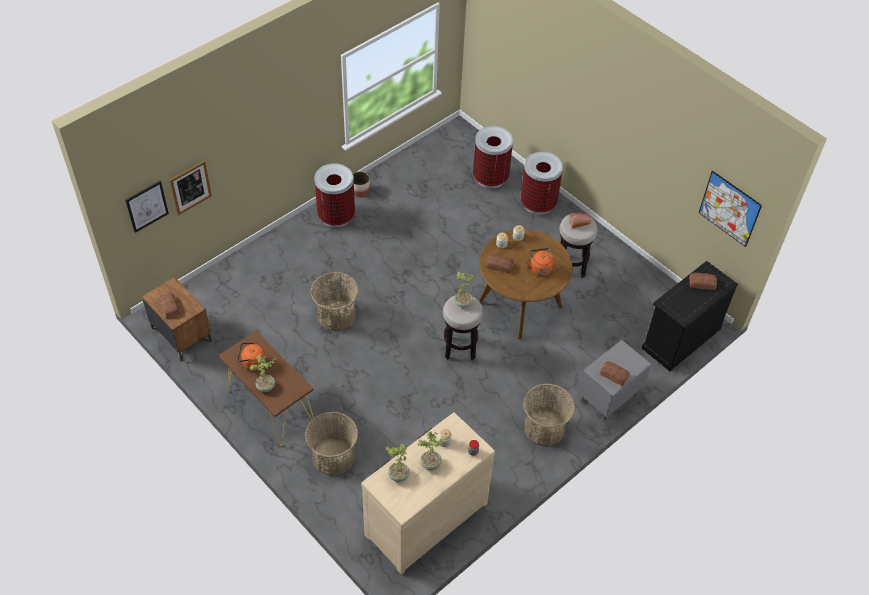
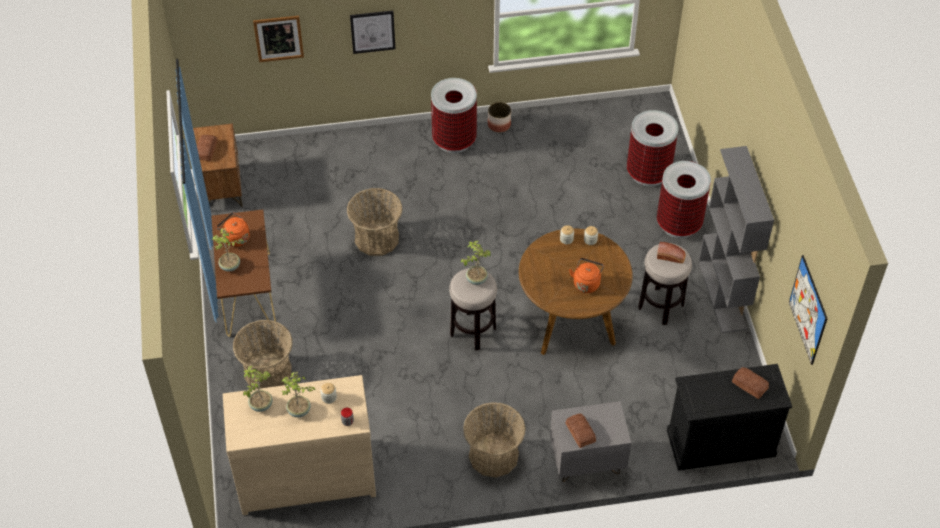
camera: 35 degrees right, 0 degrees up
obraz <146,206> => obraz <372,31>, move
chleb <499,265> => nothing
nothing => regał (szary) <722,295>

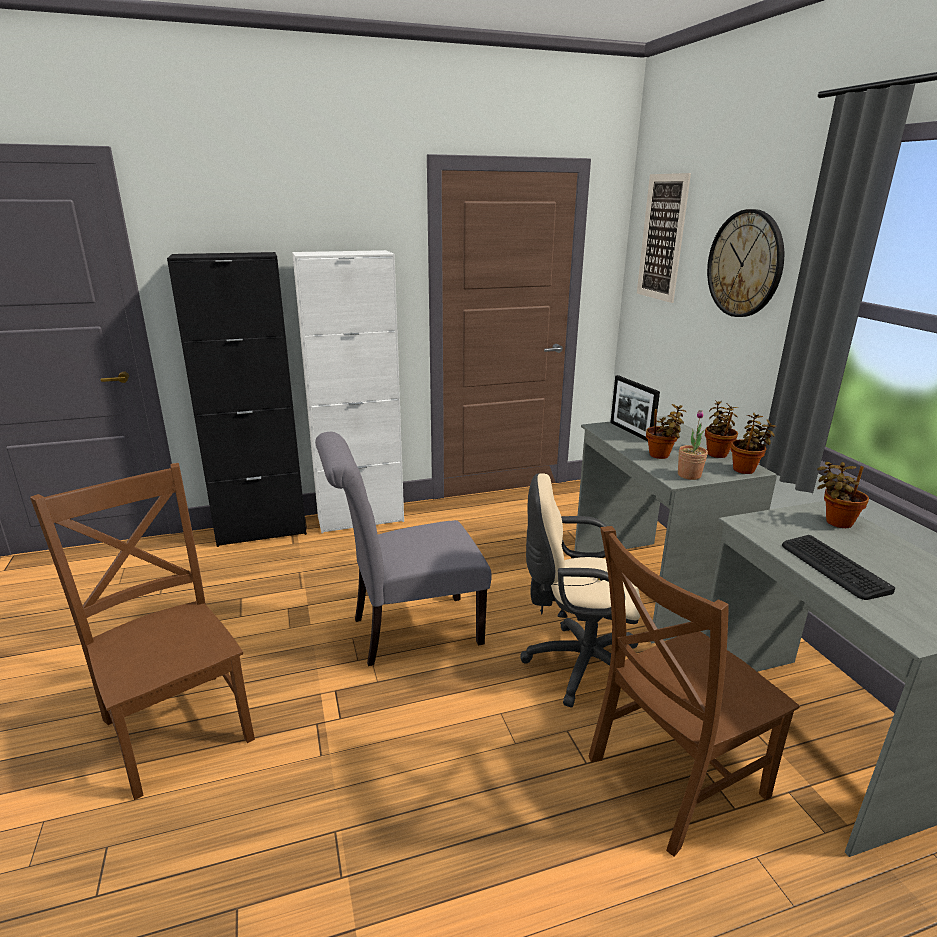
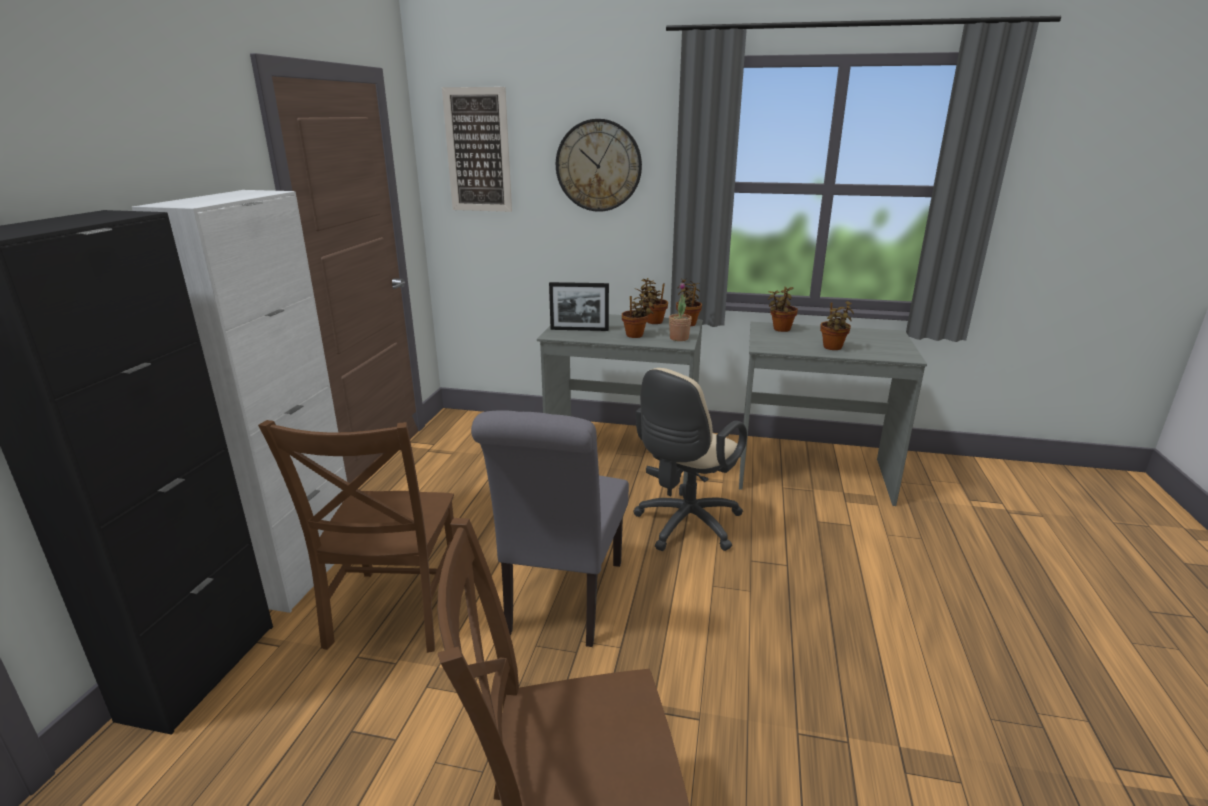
camera: 60 degrees left, 0 degrees up
krzesło (brązowy) <670,779> => krzesło (brązowy) <393,613>, move
klawiatura <833,567> => roślina doniczkowa <832,348>

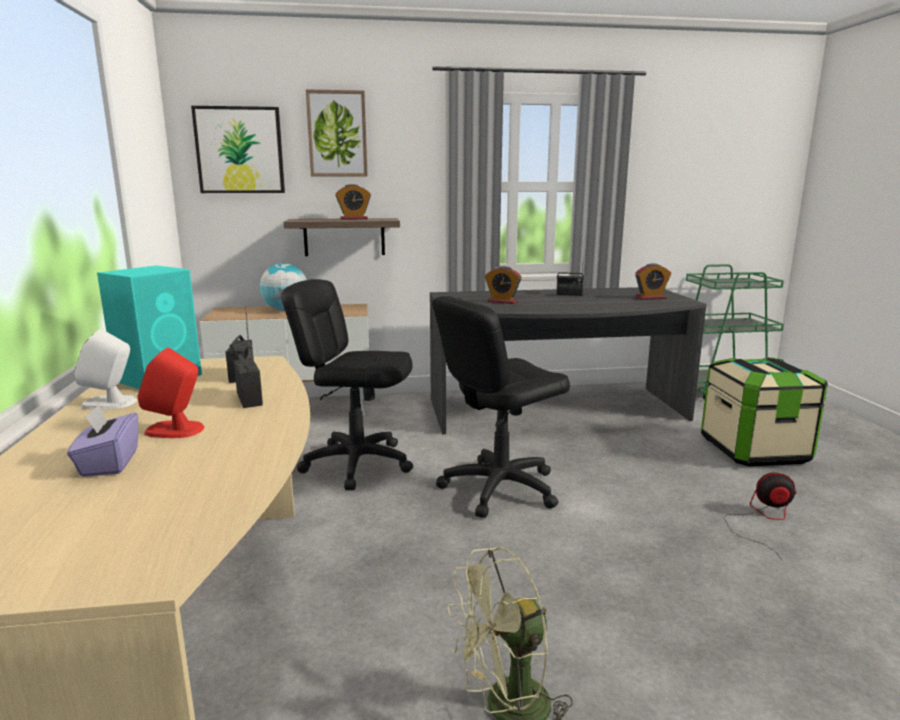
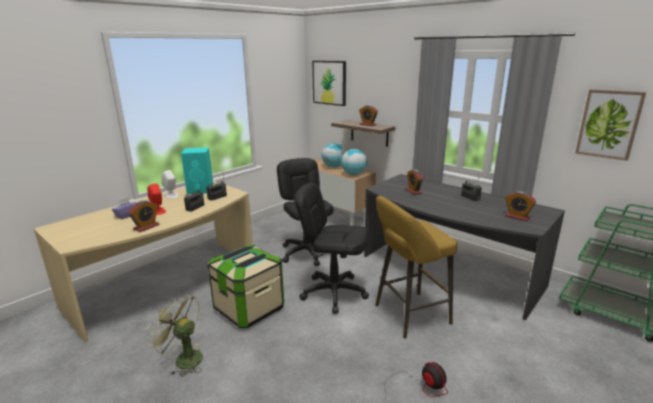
camera: 50 degrees right, 5 degrees up
obraz <337,134> => obraz <608,124>, move
pojemnik do przechowywania <754,450> => pojemnik do przechowywania <249,309>, move
nothing => globus <353,174>
nothing => stołek (żółty) <408,315>
nothing => budzik <146,227>

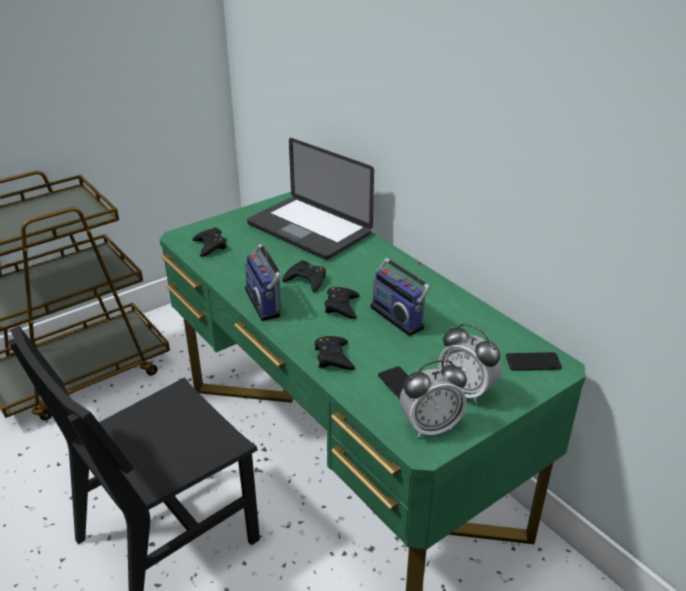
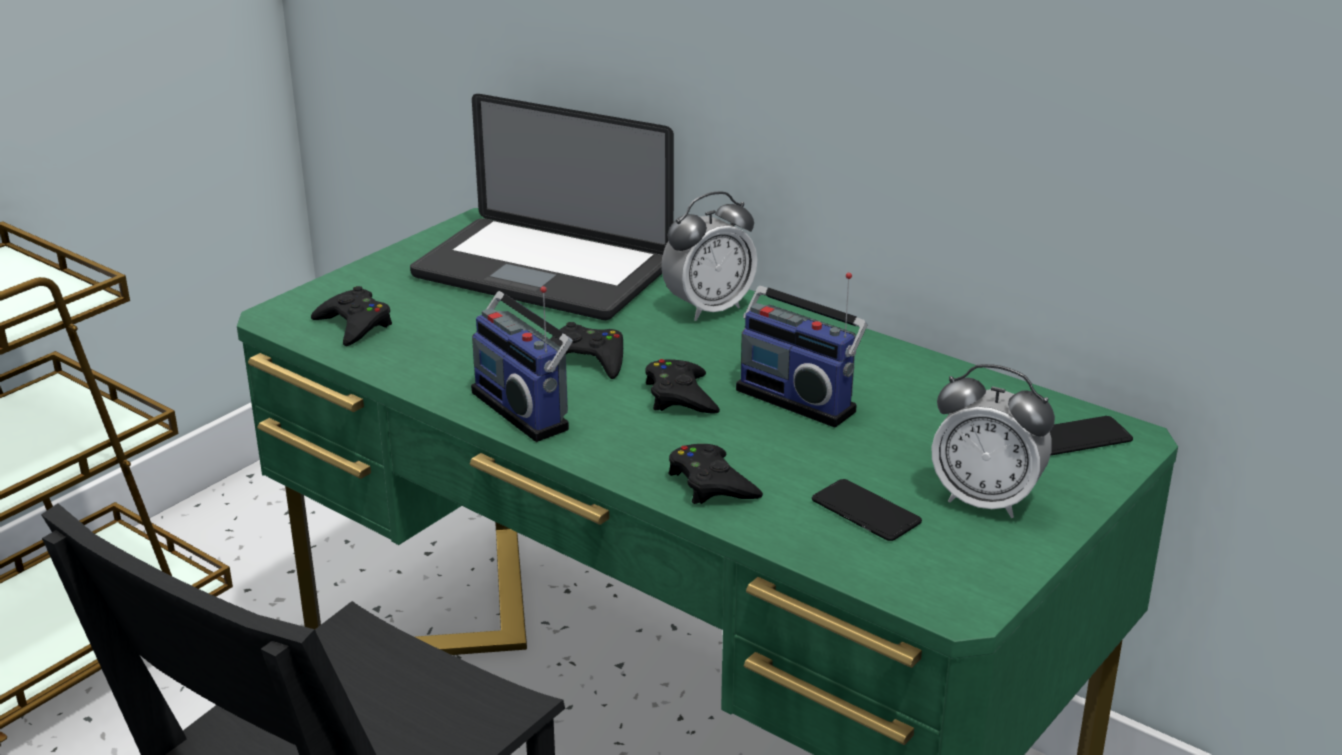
camera: 15 degrees left, 5 degrees down
budzik <430,426> => budzik <708,308>, move

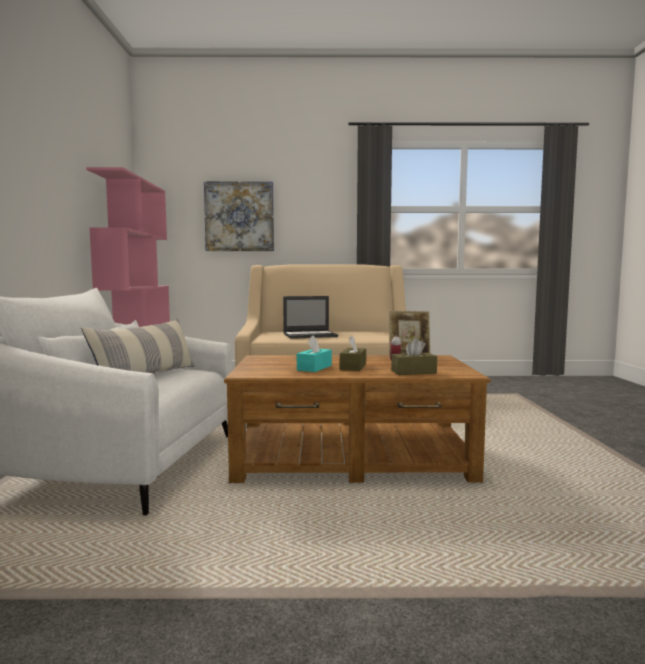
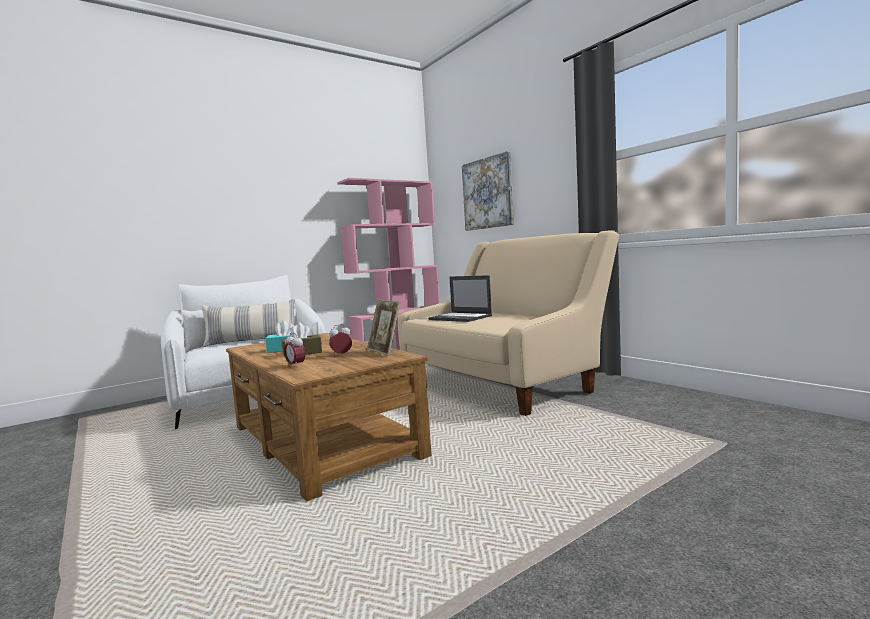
camera: 55 degrees right, 0 degrees up
pudełko chusteczek (brązowy) <413,372> => budzik <295,366>

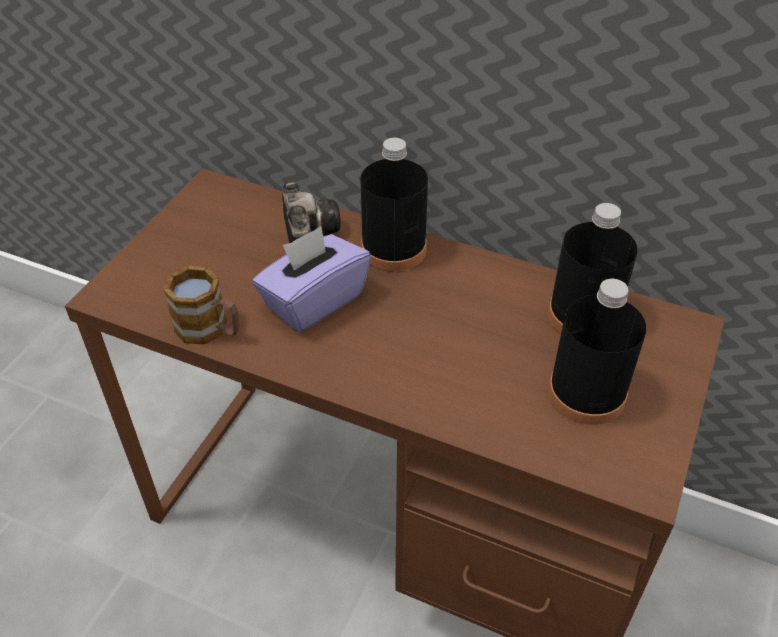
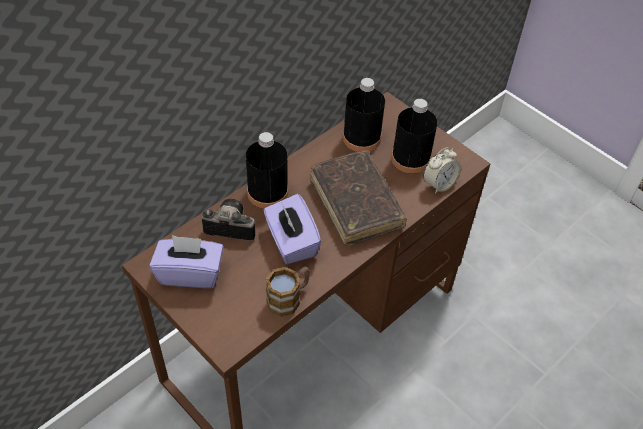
camera: 70 degrees left, 5 degrees up
nothing => budzik <439,184>
nothing => książka (brązowy) <356,204>
nothing => pudełko chusteczek (fioletowy) <190,273>

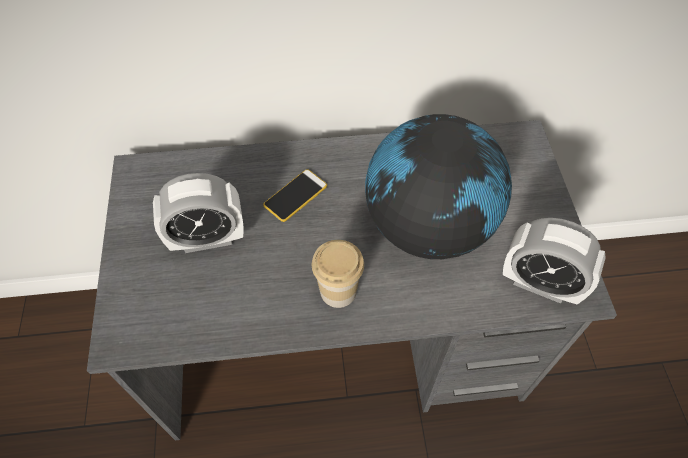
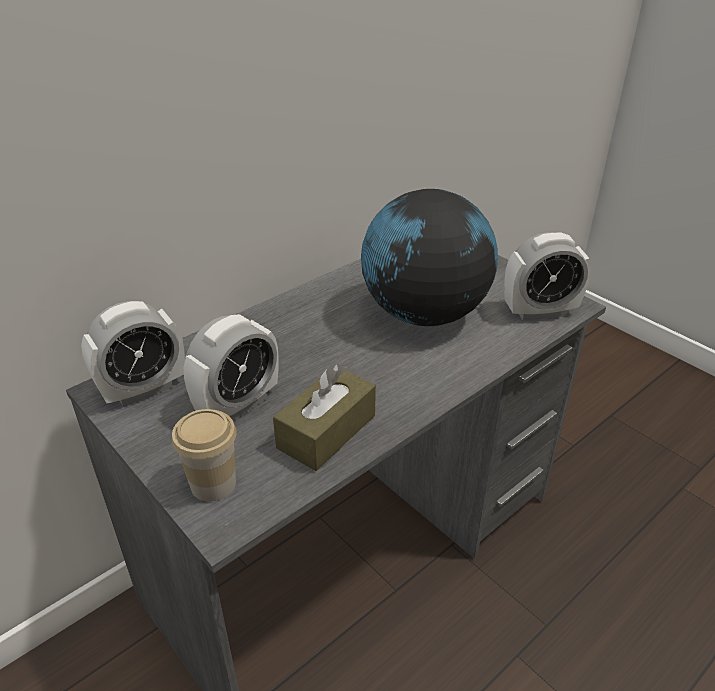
camera: 35 degrees left, 20 degrees down
telefon <295,195> => nothing
filiżanka <338,291> => filiżanka <213,484>, move
nothing => budzik <143,389>
nothing => pudełko chusteczek (brązowy) <326,431>

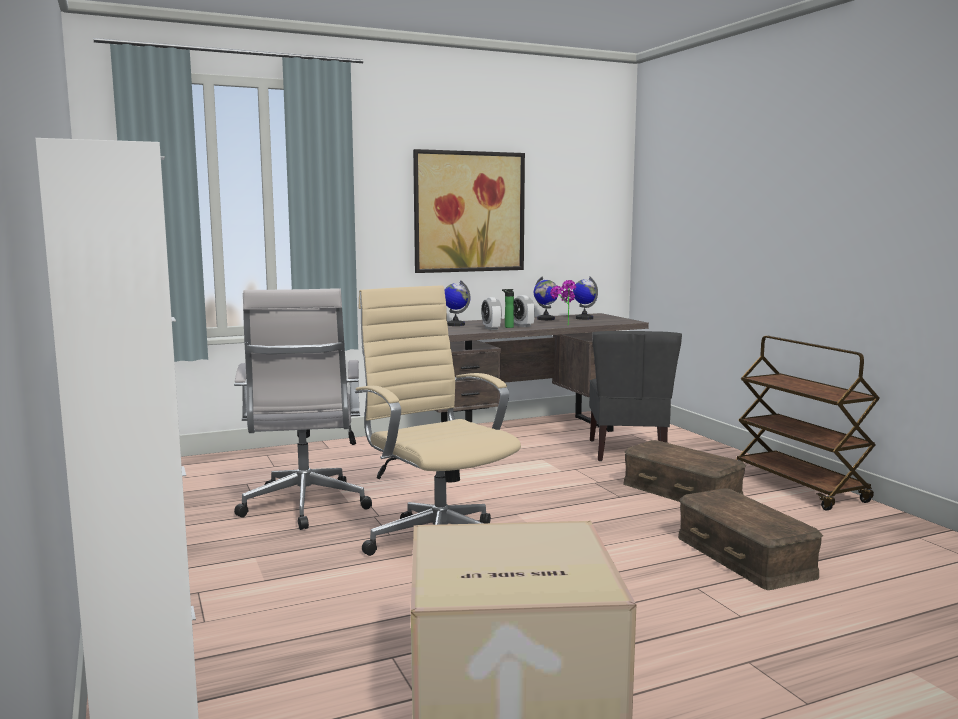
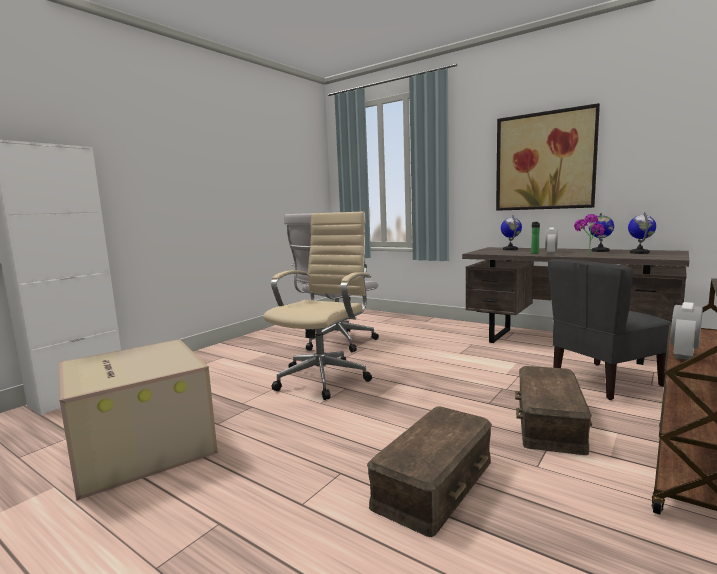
camera: 60 degrees right, 0 degrees up
budzik <491,328> => budzik <683,355>, move

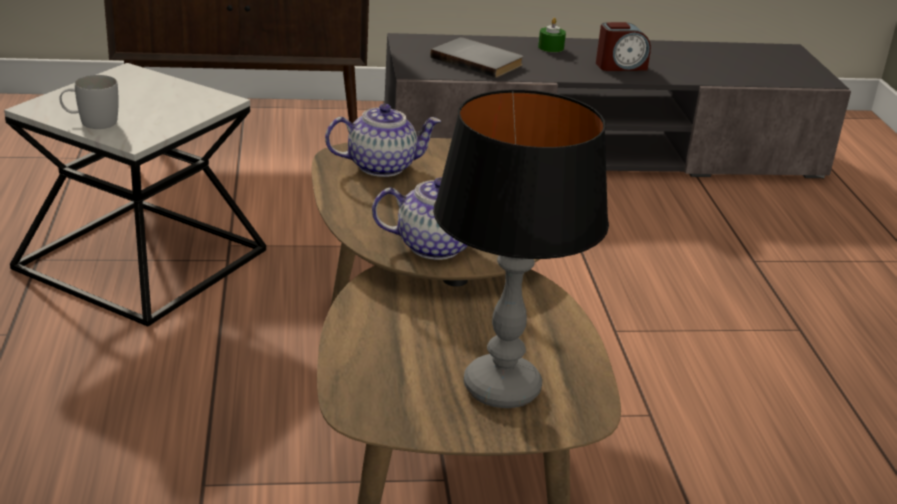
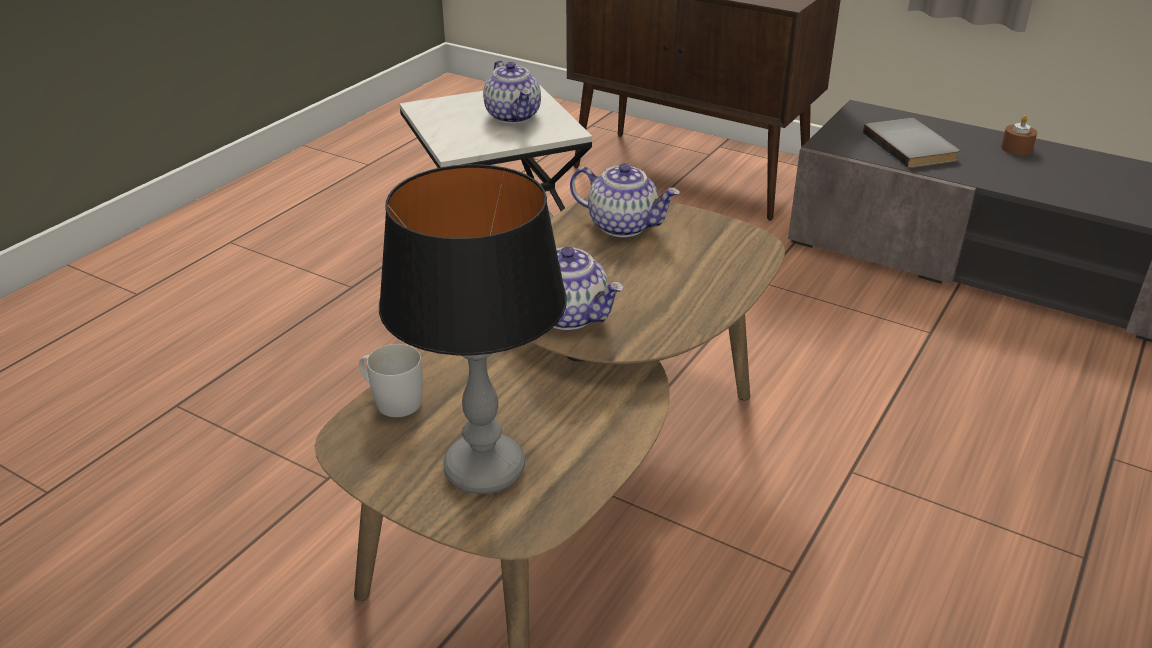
camera: 40 degrees right, 5 degrees up
świeca (zielony) <551,47> => świeca (brązowy) <1016,148>
budzik <620,66> => nothing
kubek (biały) <91,122> => kubek (biały) <391,400>, move
nothing => imbryk <514,116>

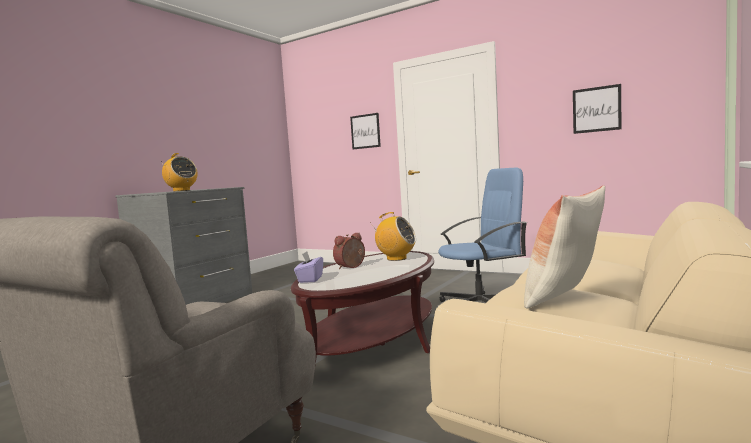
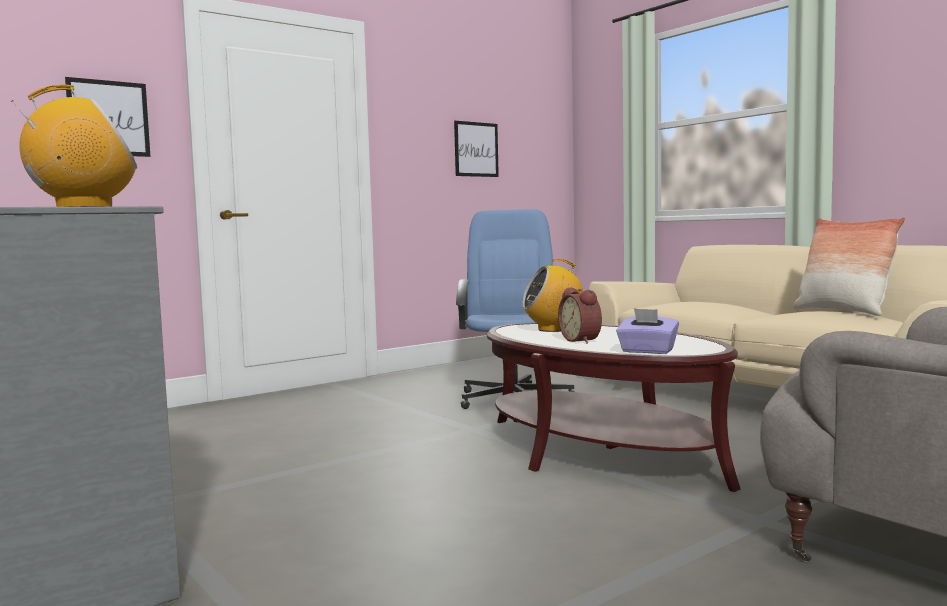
camera: 70 degrees left, 0 degrees up
radio <396,258> => radio <553,329>, 150 degrees counterclockwise

